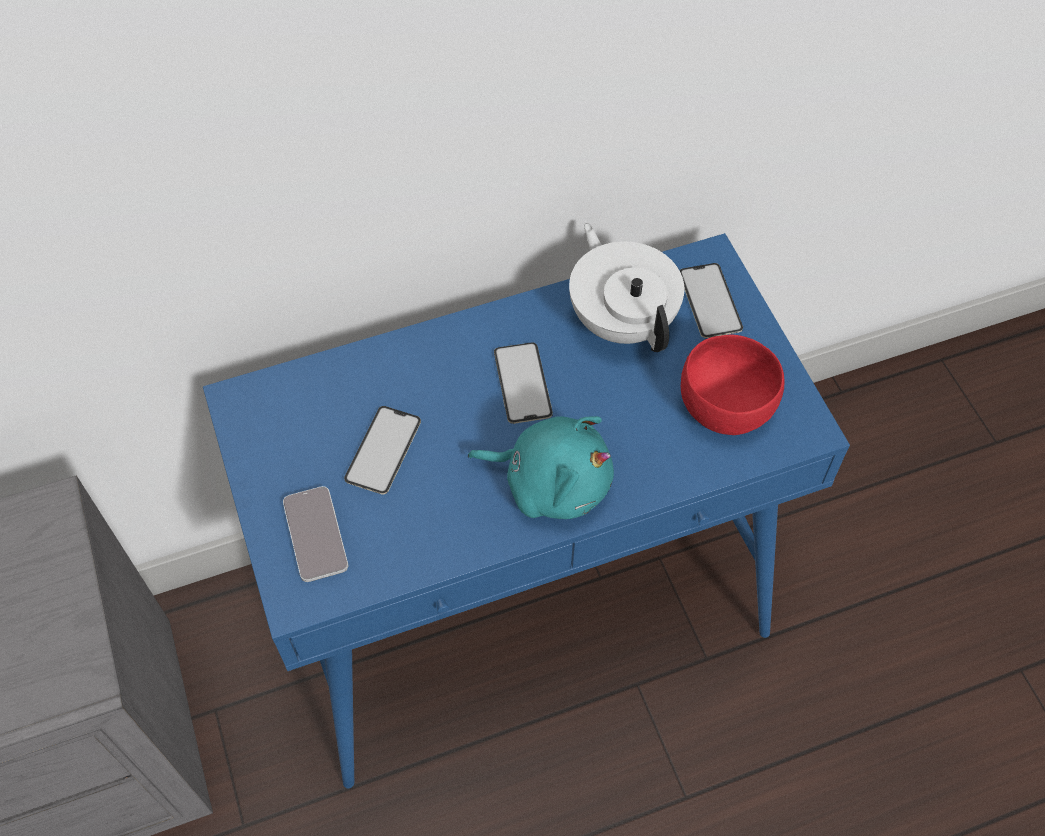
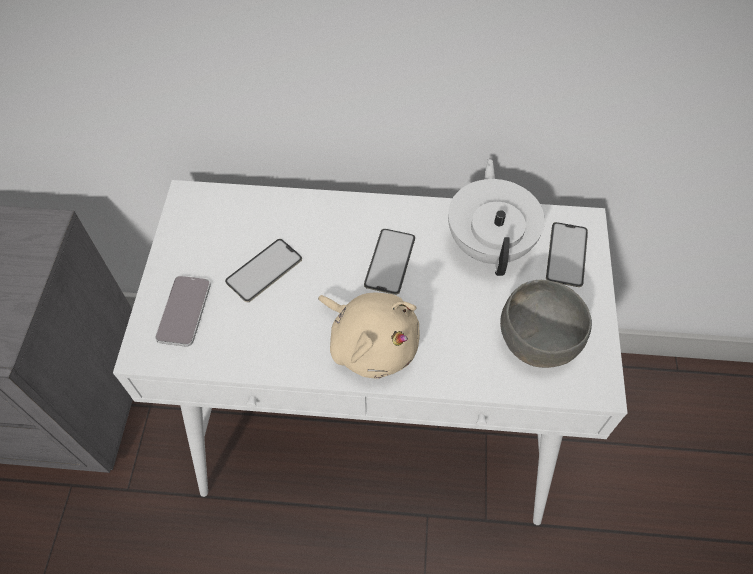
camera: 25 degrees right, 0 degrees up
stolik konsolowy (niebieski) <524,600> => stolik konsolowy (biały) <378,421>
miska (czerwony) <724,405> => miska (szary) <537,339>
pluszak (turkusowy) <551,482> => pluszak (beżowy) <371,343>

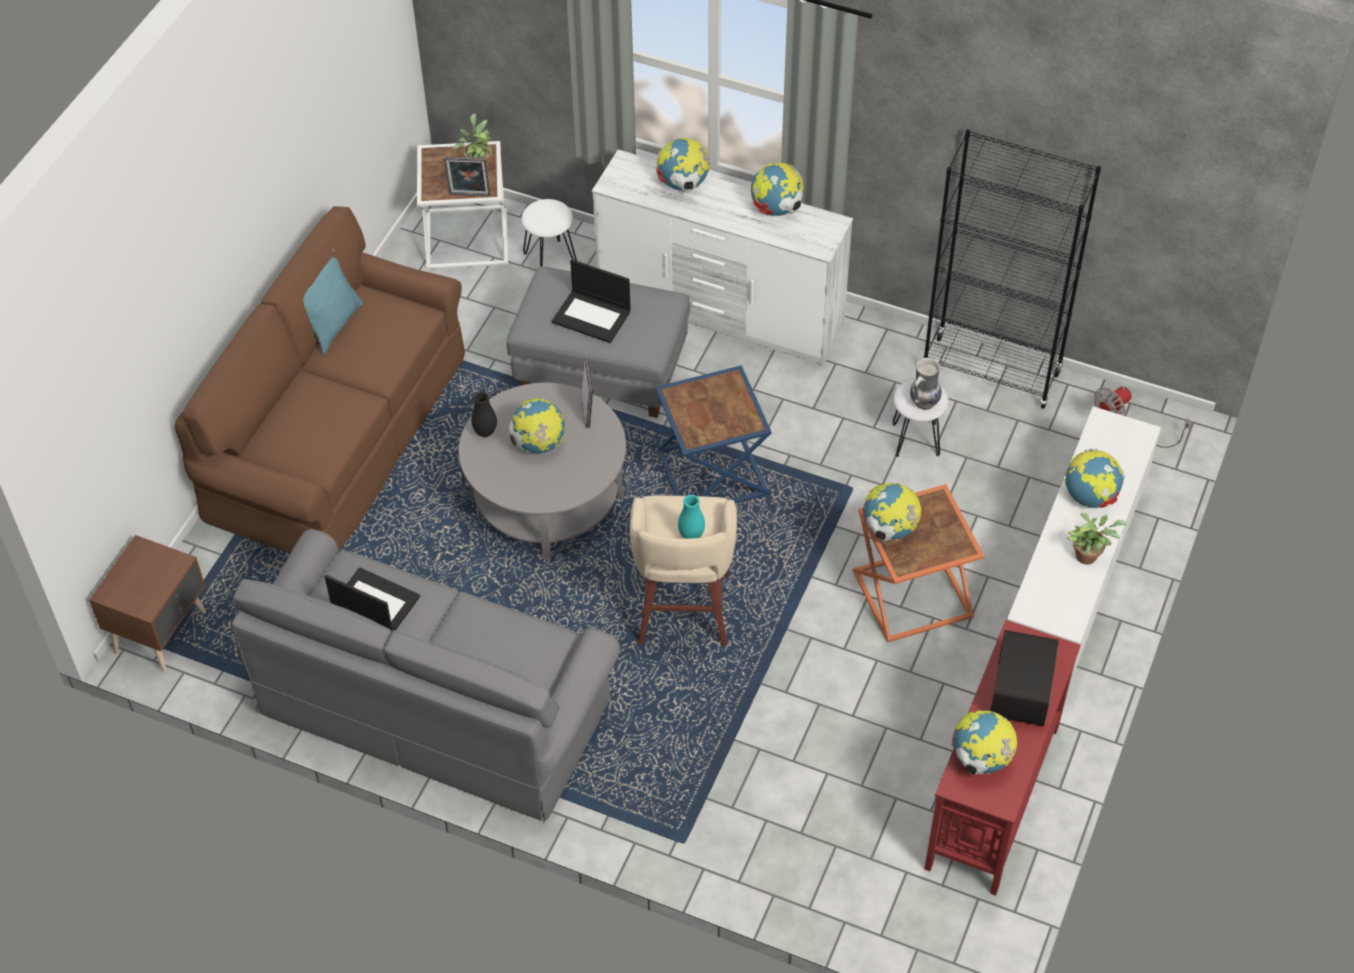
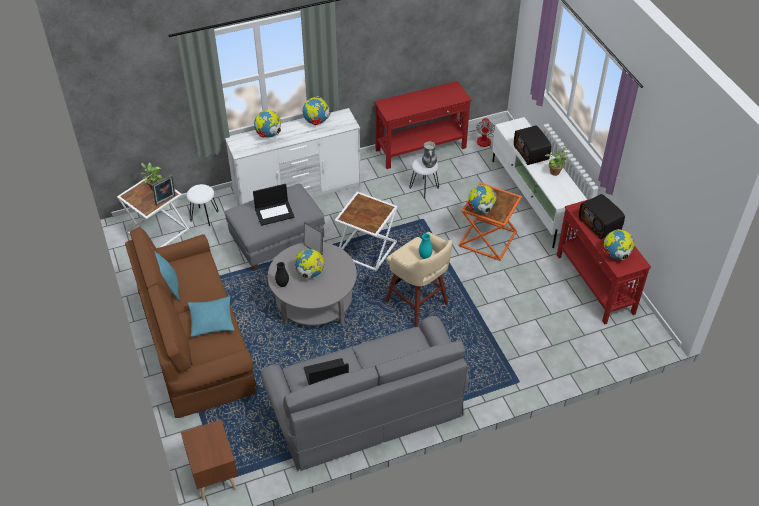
camera: 45 degrees left, 5 degrees down
regał (czarny) <991,372> => stolik konsolowy (czerwony) <421,149>
stolik (niebieski) <710,472> => stolik (biały) <365,249>
globus <1090,497> => radio <531,153>
nothing => poduszka (turkusowy) <211,320>

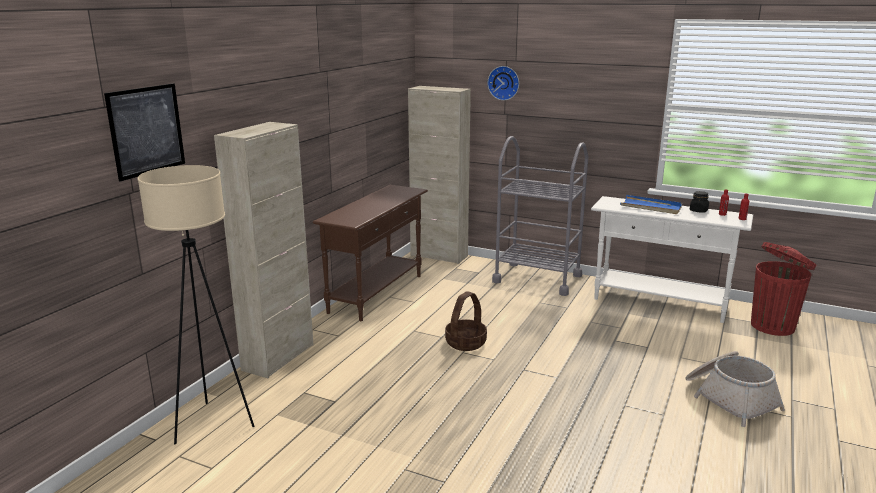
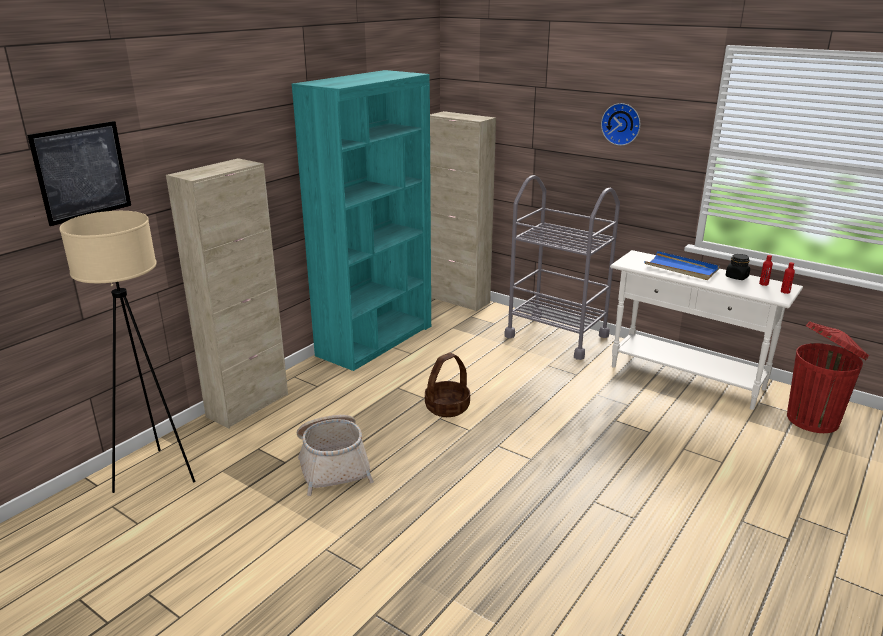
camera: 10 degrees right, 5 degrees up
zegar ścienny <504,83> => zegar ścienny <621,124>, move
stolik konsolowy (brązowy) <377,293> => regał (turkusowy) <375,340>
koszyk <729,398> => koszyk <333,463>, move

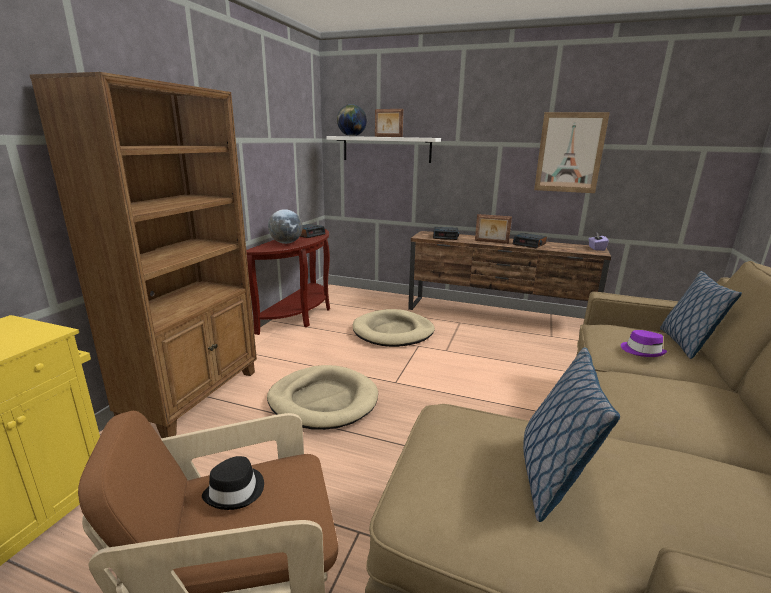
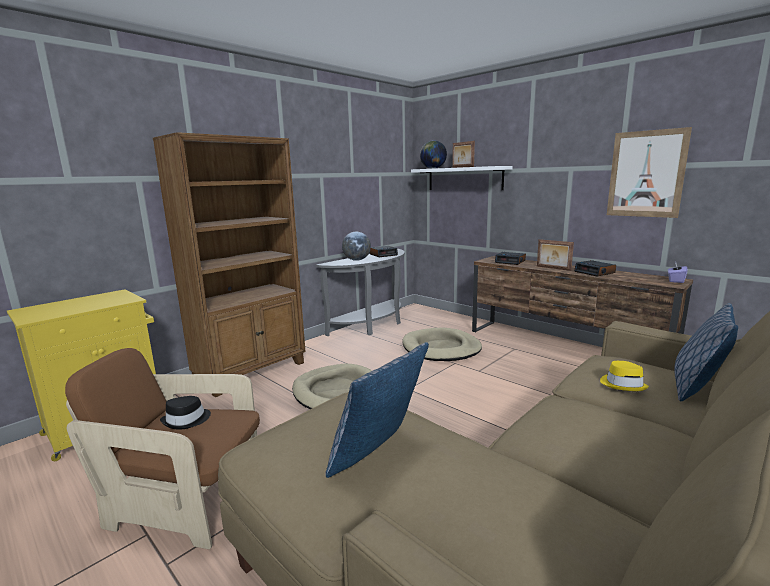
camera: 25 degrees right, 5 degrees down
stolik konsolowy (brązowy) <301,314> => stolik konsolowy (szary) <372,325>
kapelusz (fioletowy) <642,351> => kapelusz (żółty) <623,384>

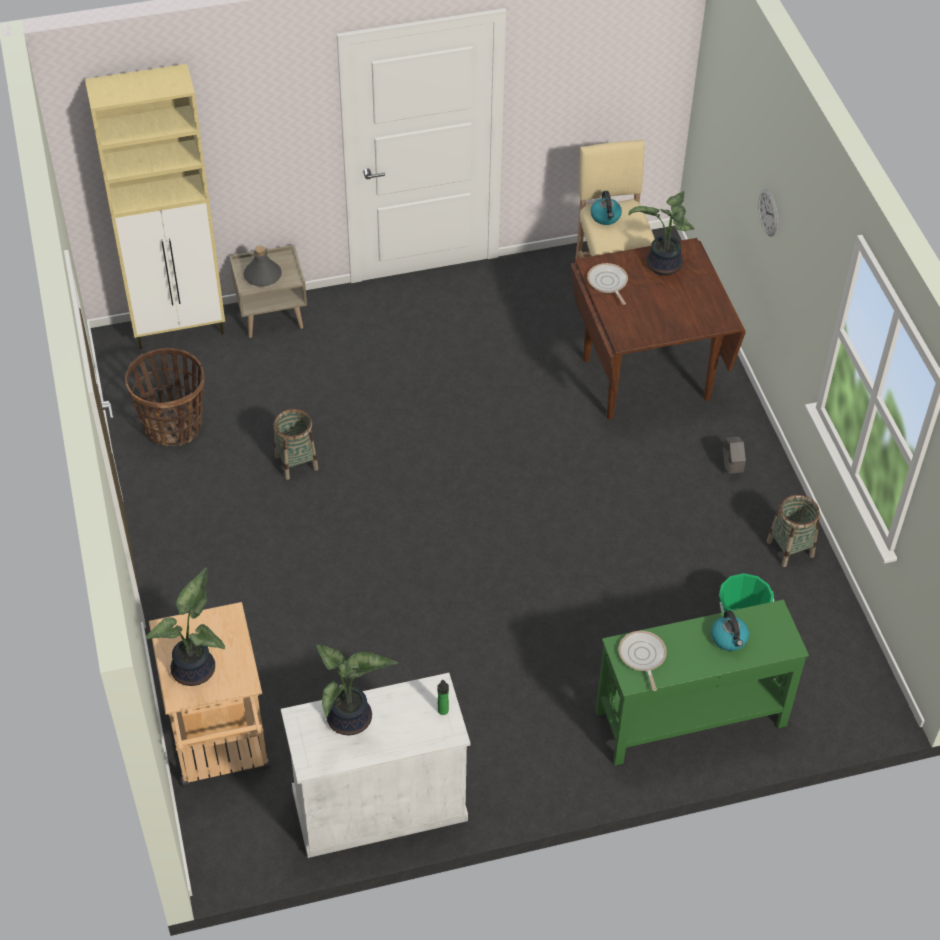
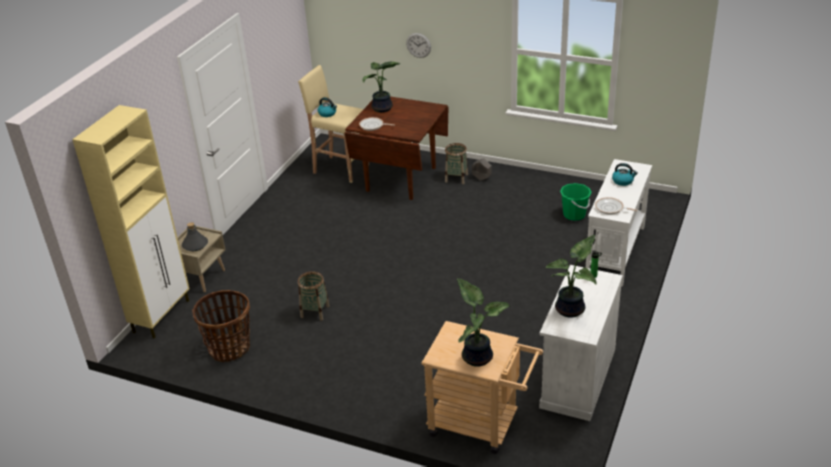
camera: 50 degrees left, 15 degrees down
koszyk <790,549> => koszyk <456,178>, move
stolik konsolowy (zielony) <689,718> => stolik konsolowy (biały) <615,252>

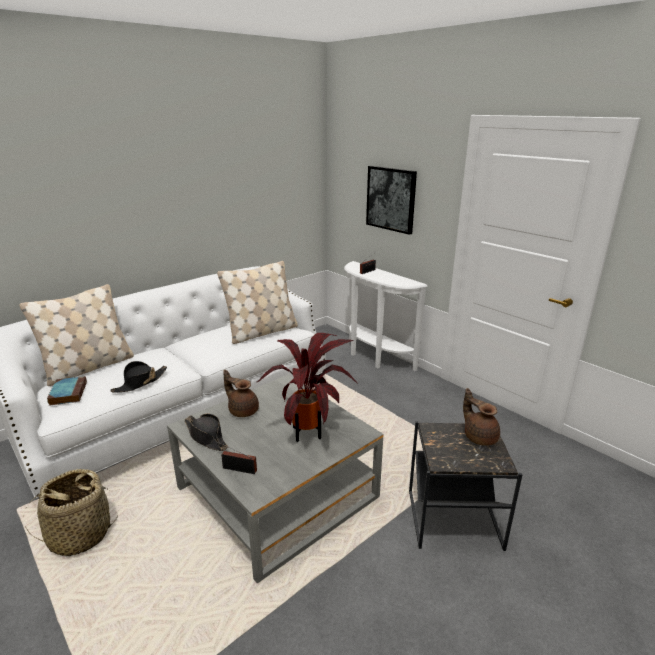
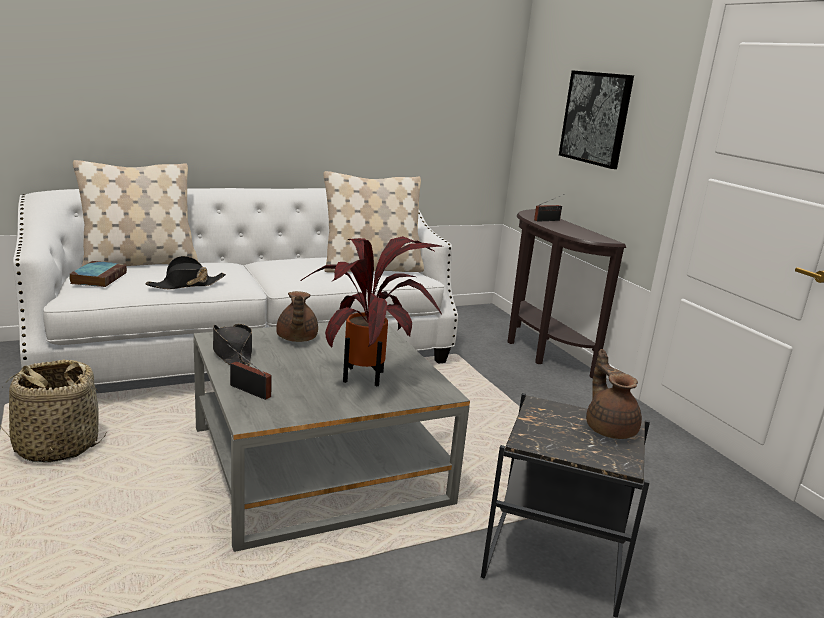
camera: 15 degrees right, 5 degrees down
stolik konsolowy (biały) <374,357> => stolik konsolowy (brązowy) <539,351>
imbryk (brązowy) <242,410> => imbryk (brązowy) <296,339>, 150 degrees counterclockwise

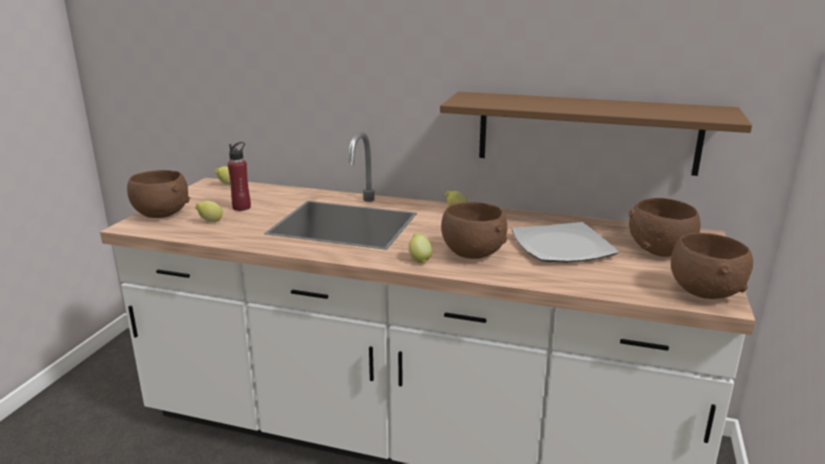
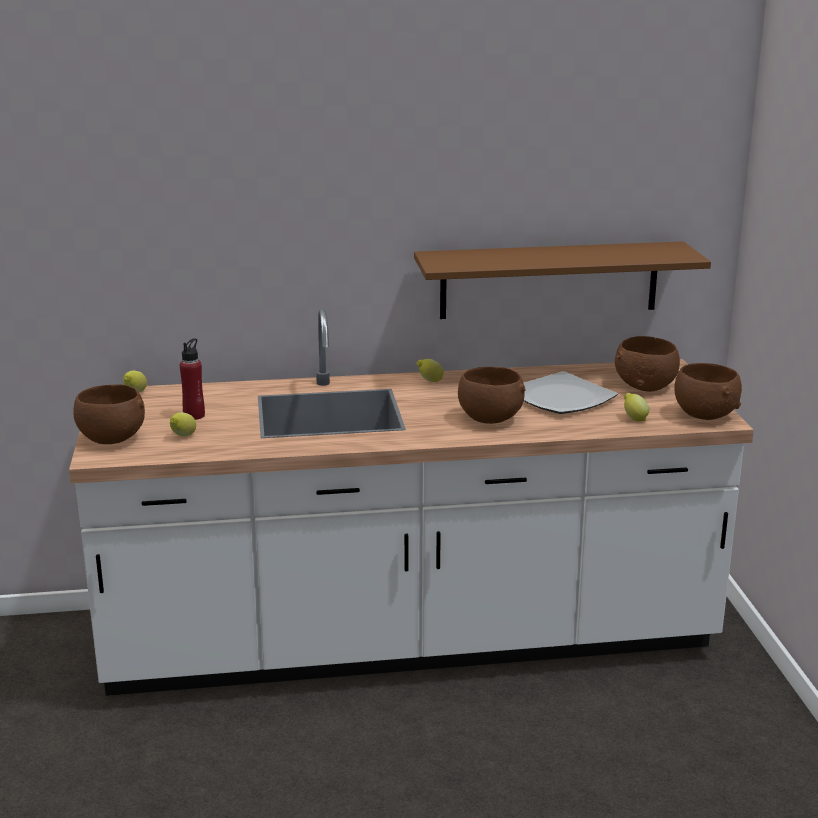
camera: 25 degrees left, 0 degrees up
cytryna <419,260> => cytryna <634,419>, move

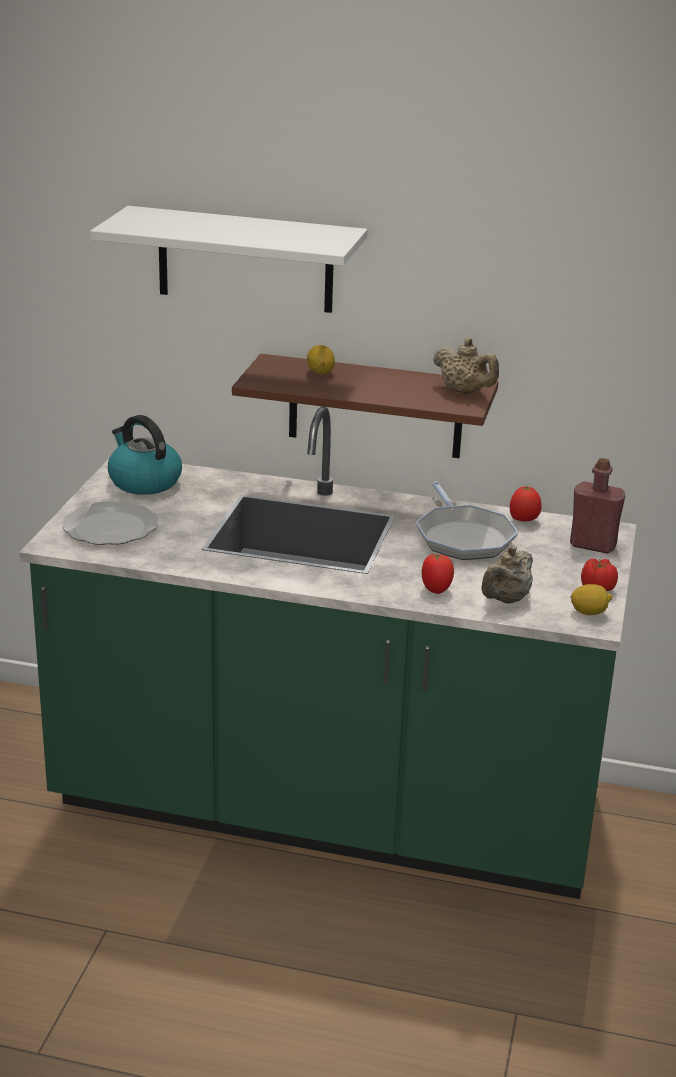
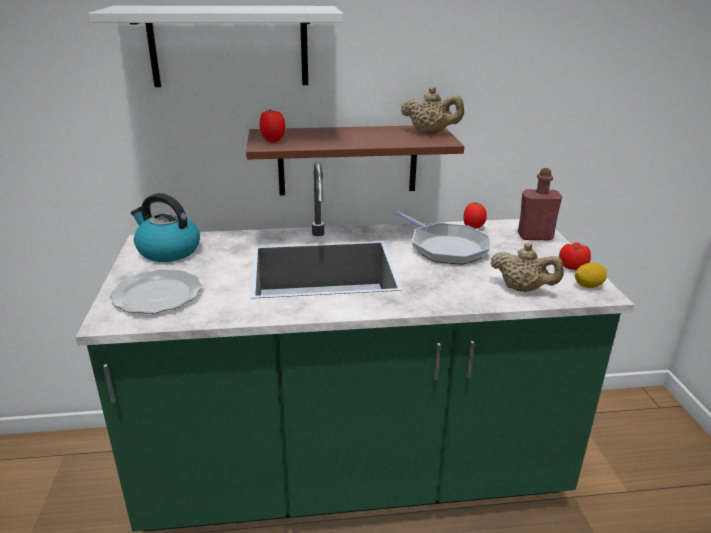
camera: 20 degrees left, 0 degrees up
cytryna <320,372> => nothing
imbryk (beżowy) <505,600> => imbryk (beżowy) <522,289>, 75 degrees counterclockwise
pomidor <436,589> => pomidor <273,141>, move

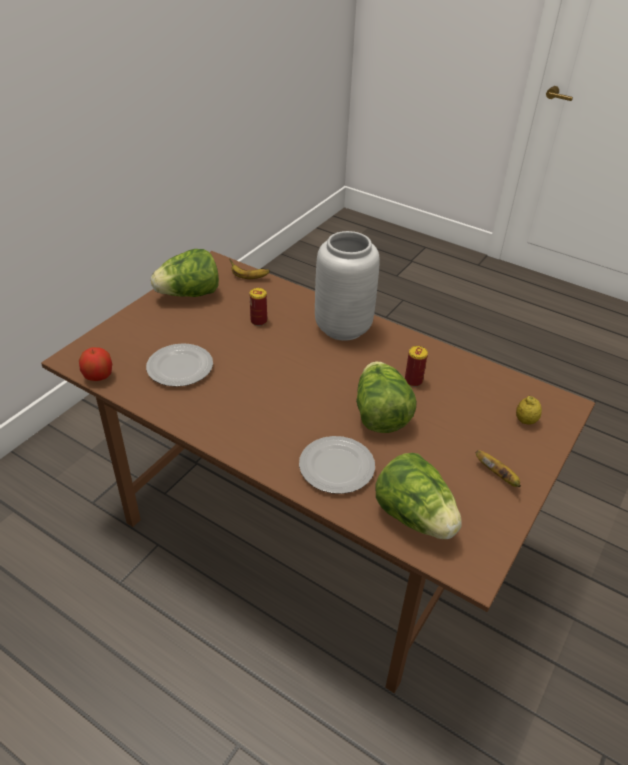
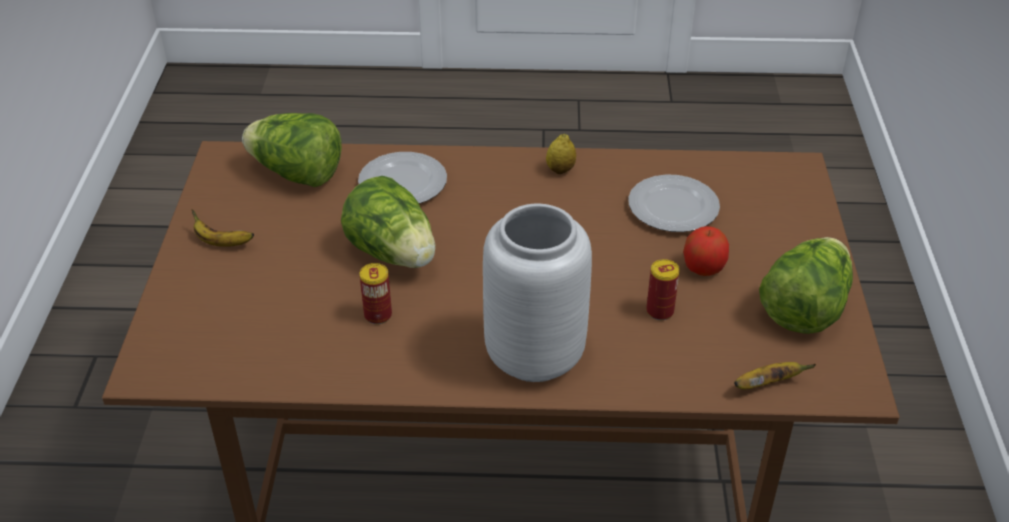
camera: 150 degrees right, 0 degrees up
jabłko <98,376> => jabłko <703,268>, move
cytryna <525,421> => cytryna <560,170>, move

